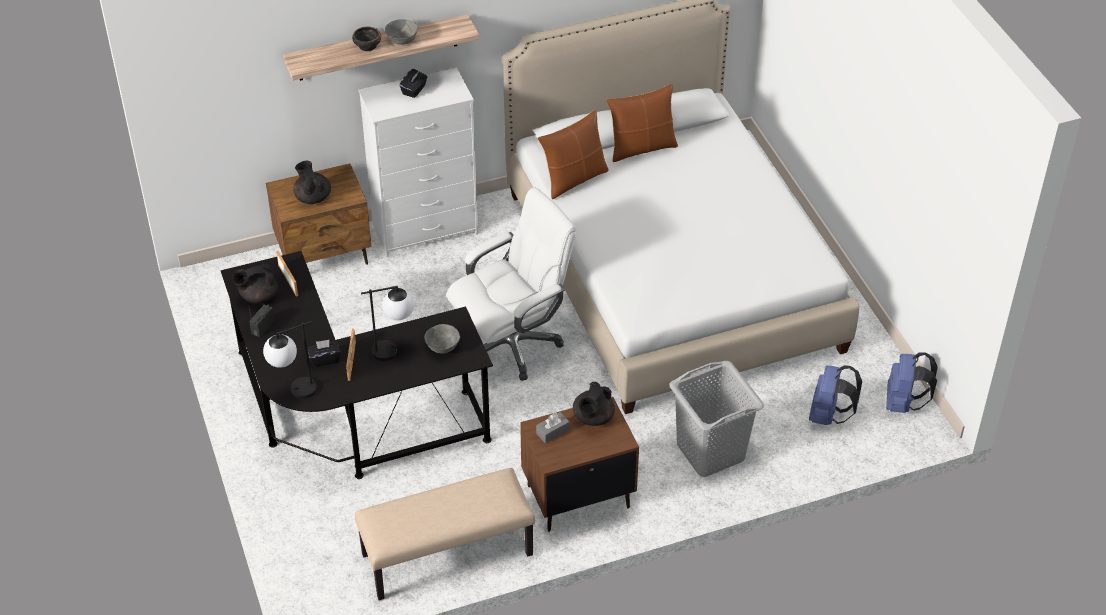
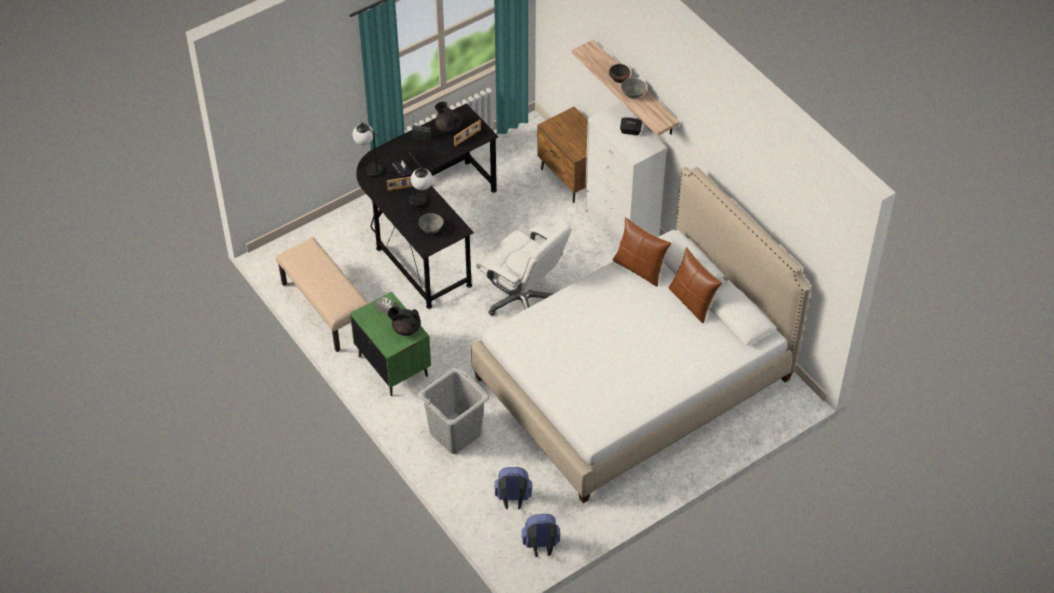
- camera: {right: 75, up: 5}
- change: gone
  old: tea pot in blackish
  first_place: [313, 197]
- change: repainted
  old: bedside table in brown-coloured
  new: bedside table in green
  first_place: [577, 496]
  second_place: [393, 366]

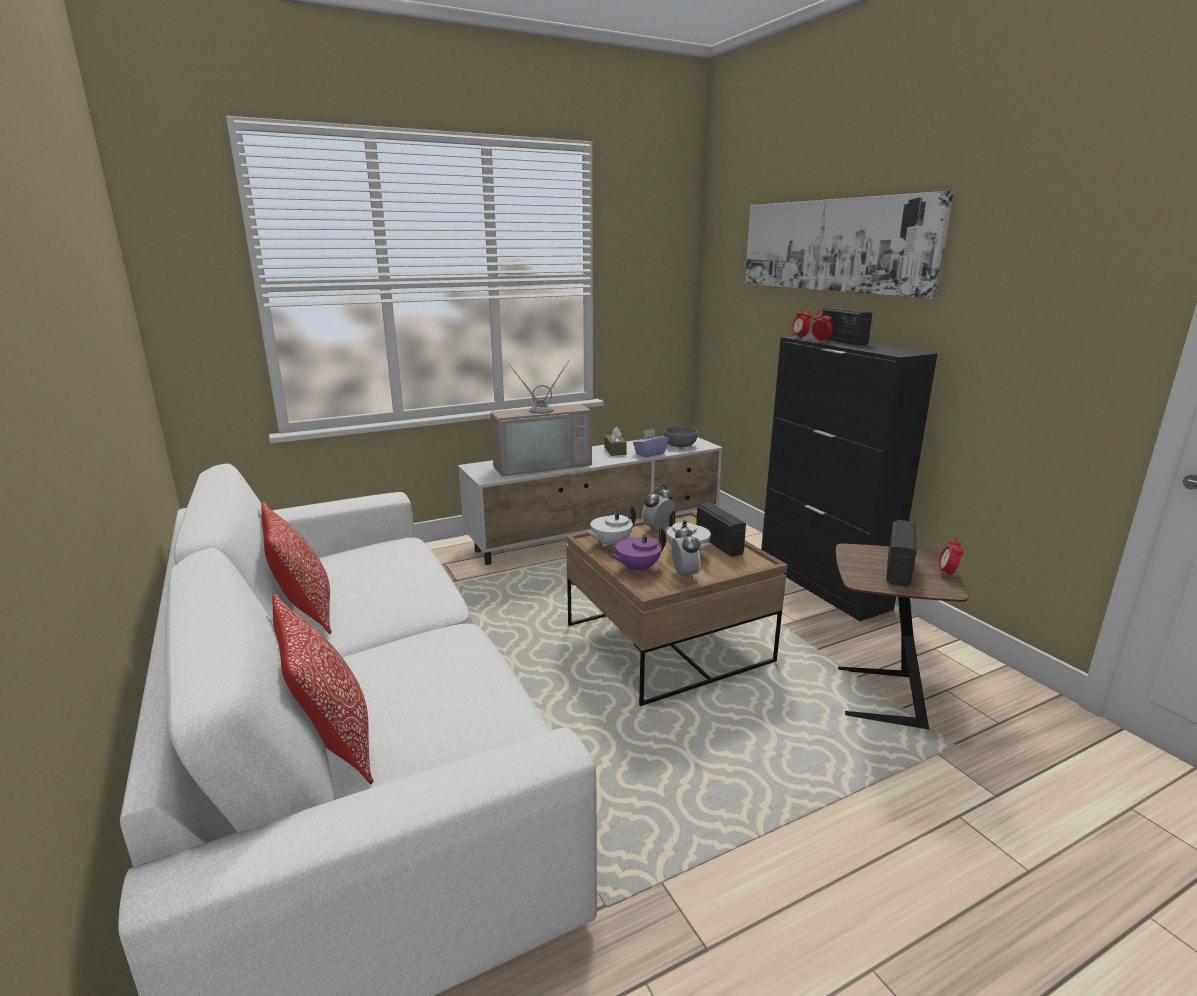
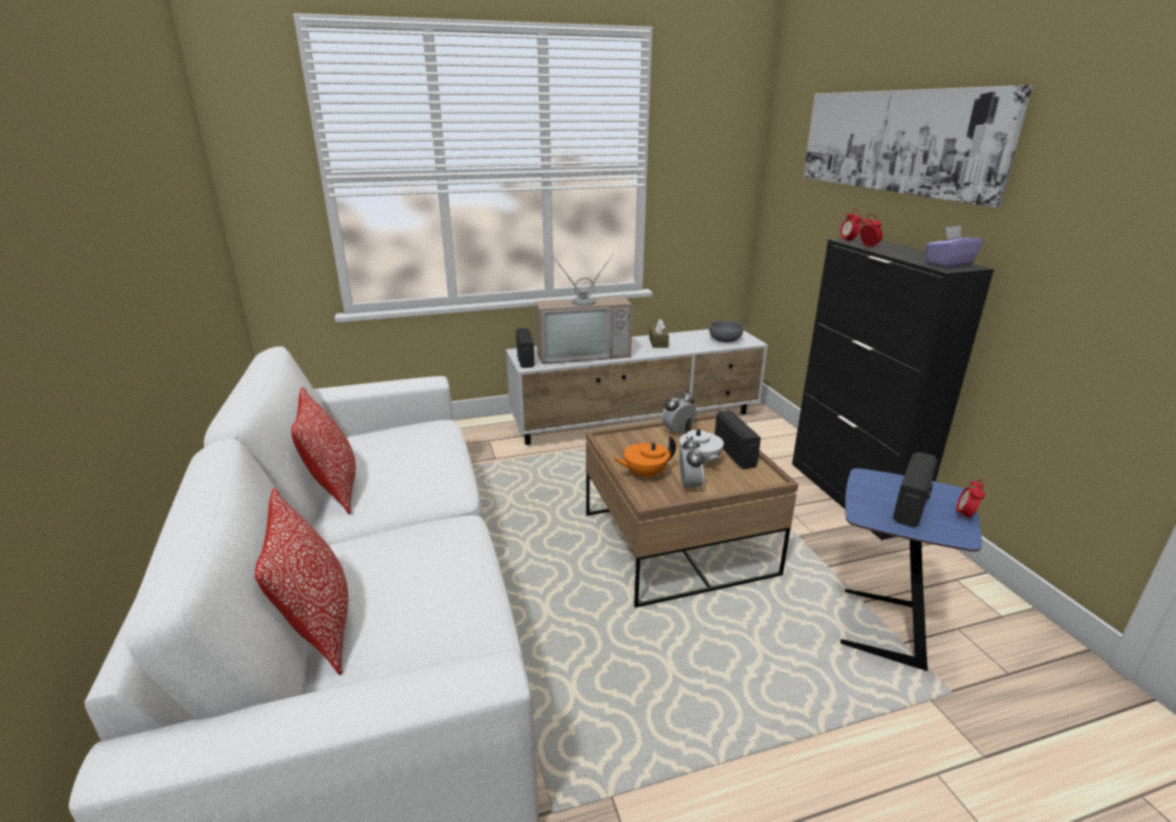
- camera: {right: 10, up: 5}
- change: gone
  old: tea pot in whitish
  first_place: [610, 544]
- change: shifted
  old: tissue holder in purple
  first_place: [650, 453]
  second_place: [948, 264]
- change: shifted
  old: radio set
  first_place: [842, 341]
  second_place: [525, 359]
- change: repainted
  old: tea pot in purple
  new: tea pot in orangey
  first_place: [637, 568]
  second_place: [644, 474]
- change: repainted
  old: end table in brown-coloured
  new: end table in blue-coloured
  first_place: [876, 697]
  second_place: [879, 627]

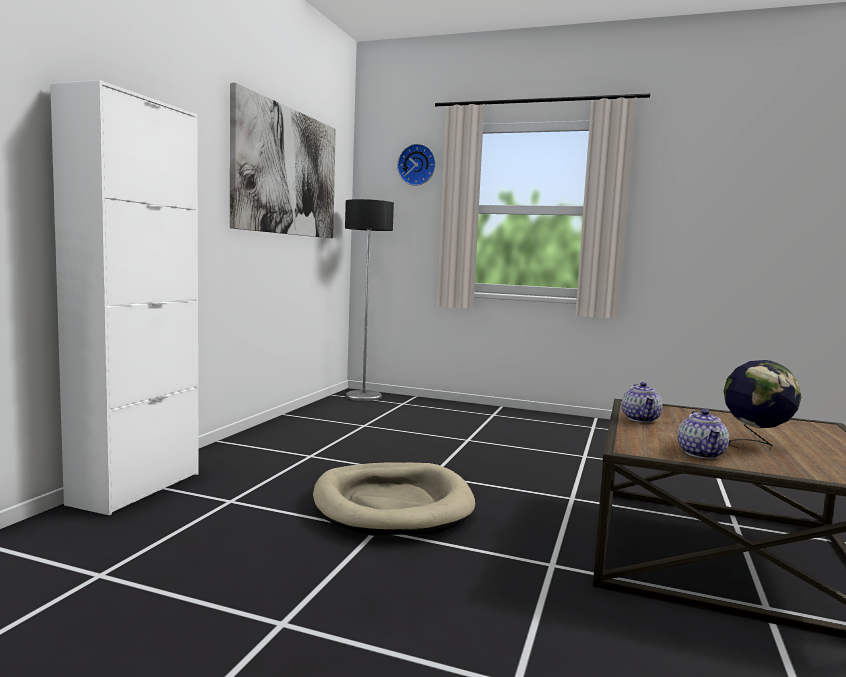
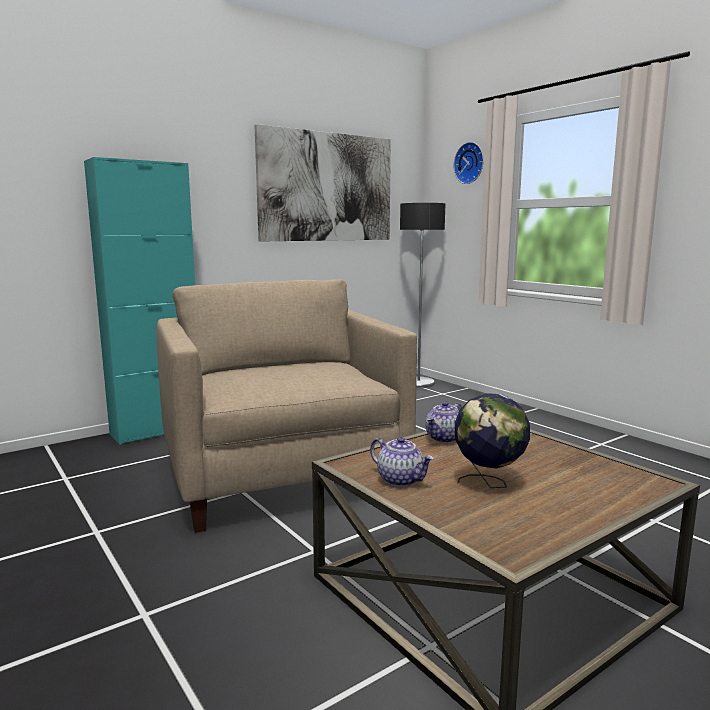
- camera: {right: 35, up: 5}
- change: swapped
  old: pet bed in beige-coloured
  new: easy chair in beige-coloured
  first_place: [392, 505]
  second_place: [283, 476]
- change: repainted
  old: storage cabinet in whitish
  new: storage cabinet in turquoise-coloured
  first_place: [136, 488]
  second_place: [157, 430]
- change: rotated
  old: tea pot
  first_place: [702, 454]
  second_place: [401, 480]
  degrees: -90

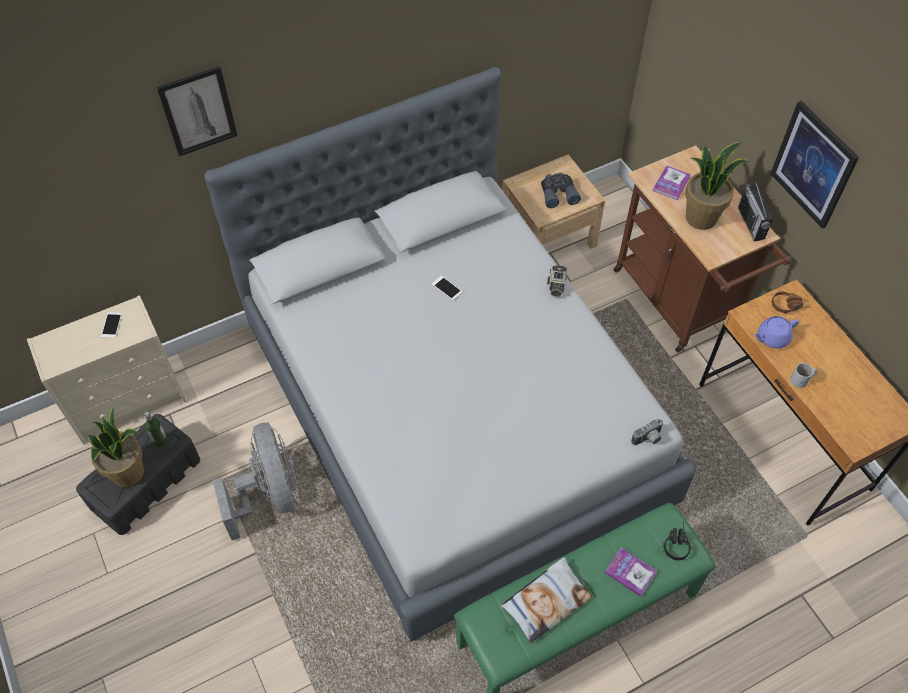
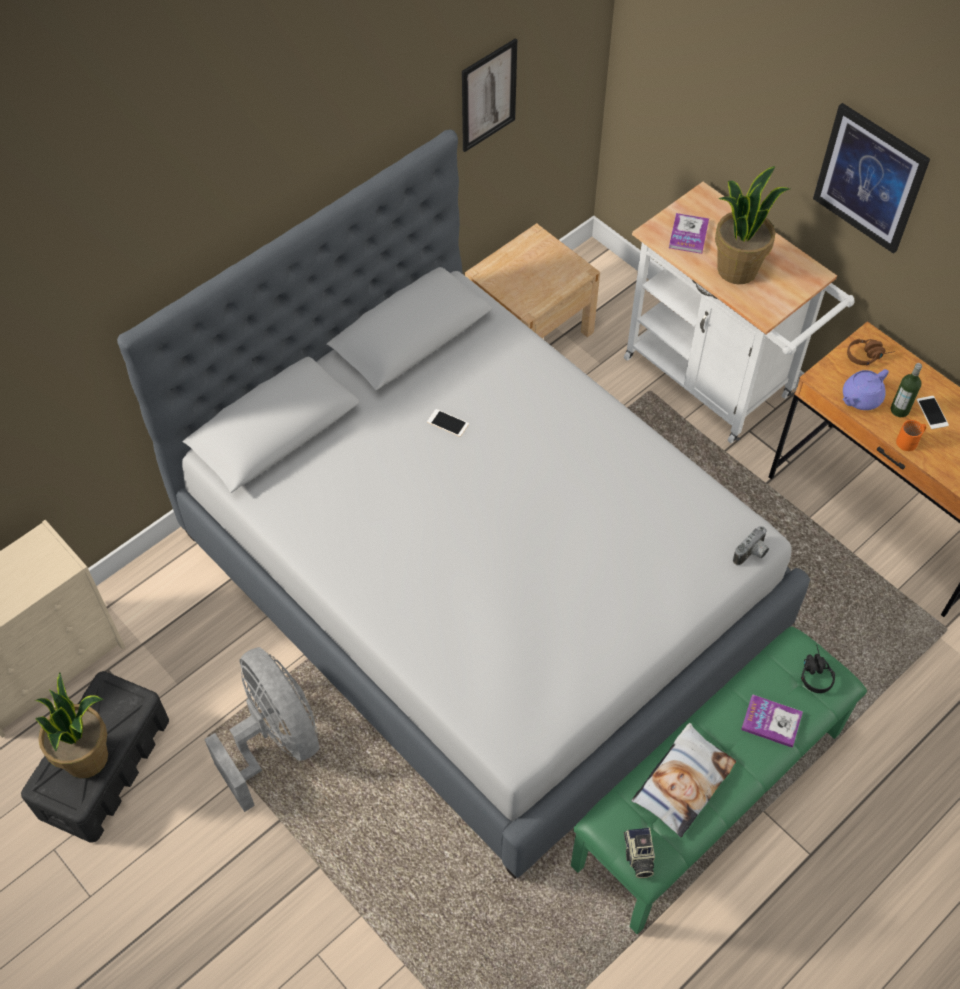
- camera: {right: -15, up: 0}
- change: gone
  old: field glasses in gray
  first_place: [558, 193]
- change: gone
  old: radio set
  first_place: [751, 223]
- change: shifted
  old: phone
  first_place: [111, 325]
  second_place: [932, 412]
- change: shifted
  old: drink bottle
  first_place: [160, 440]
  second_place: [899, 410]
- change: shifted
  old: wall art
  first_place: [198, 111]
  second_place: [488, 95]
- change: shifted
  old: photo camera
  first_place: [556, 286]
  second_place: [638, 856]
- change: repainted
  old: trolley in brown-coloured
  new: trolley in whitish
  first_place: [679, 304]
  second_place: [716, 383]
- change: repainted
  old: tea mug in whitish
  new: tea mug in orangey
  first_place: [802, 380]
  second_place: [910, 441]

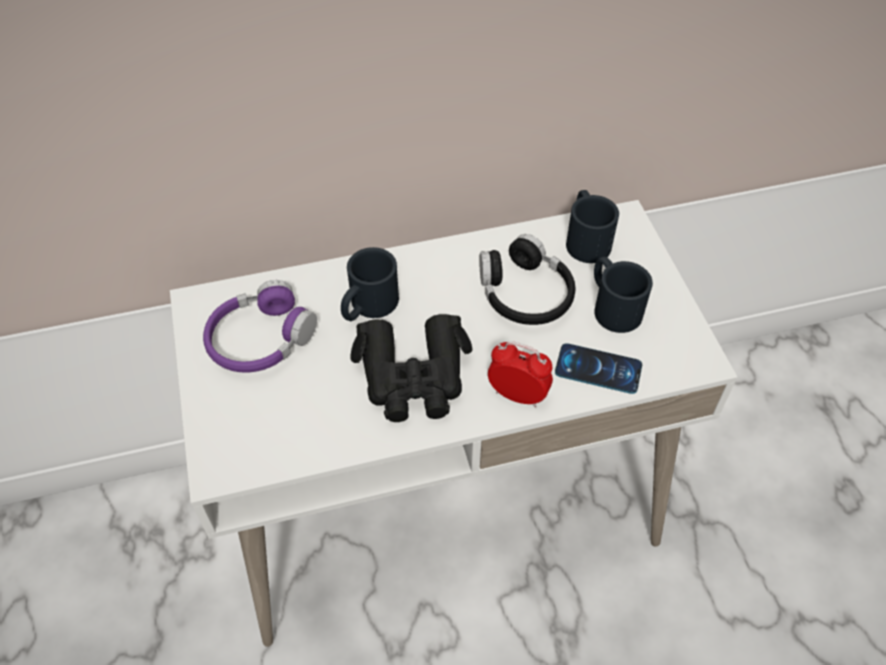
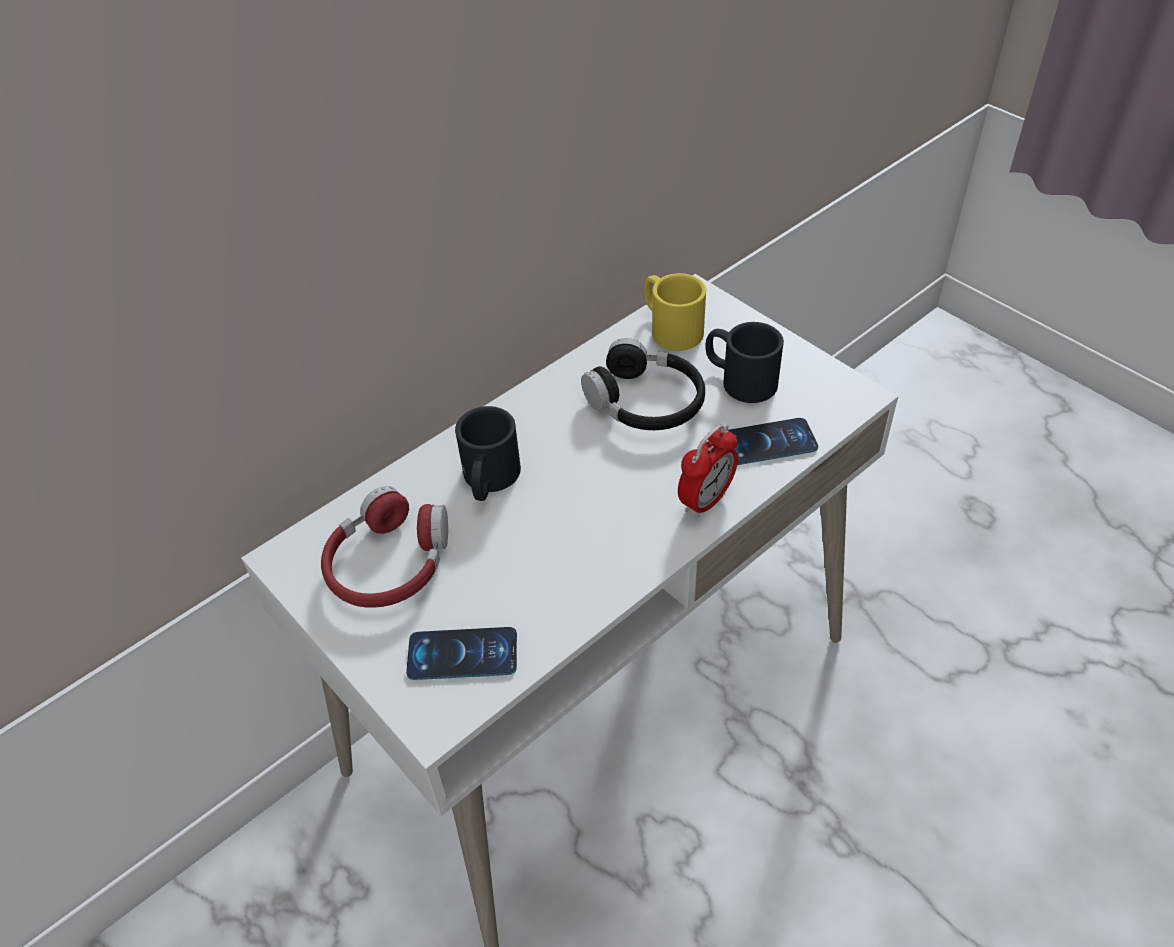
- camera: {right: -25, up: -5}
- change: gone
  old: field glasses in blackish
  first_place: [413, 377]
- change: new
  new: phone
  second_place: [462, 654]
- change: repainted
  old: pair of headphones in purple
  new: pair of headphones in reddish
  first_place: [260, 339]
  second_place: [389, 563]
- change: repainted
  old: tea mug in blackish
  new: tea mug in yellowish
  first_place: [585, 238]
  second_place: [670, 327]
- change: rotated
  old: table clock
  first_place: [517, 395]
  second_place: [706, 500]
  degrees: 135

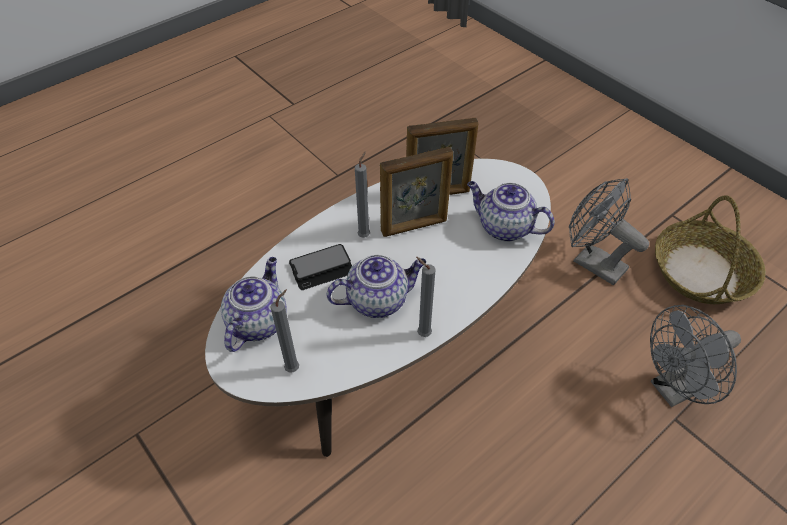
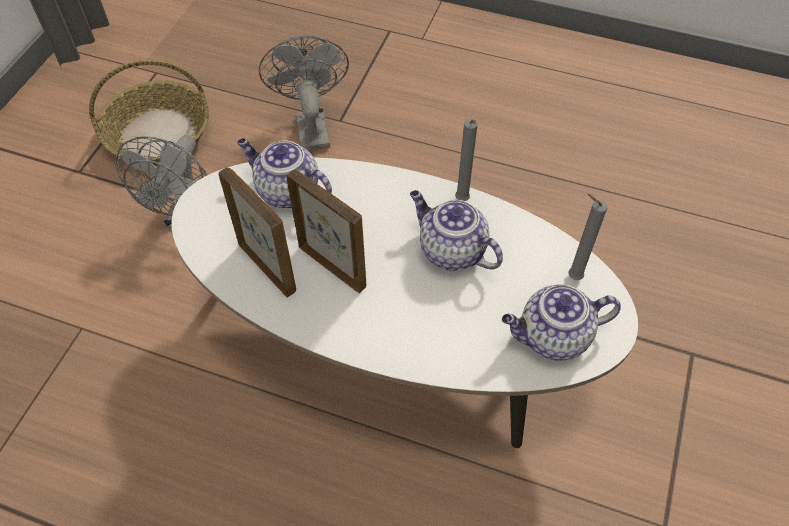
- camera: {right: -120, up: 5}
- change: gone
  old: phone
  first_place: [322, 268]
- change: gone
  old: wax light in gray
  first_place: [365, 235]
- change: rotated
  old: tea pot
  first_place: [503, 227]
  second_place: [286, 191]
  degrees: 120
- change: rotated
  old: fan in gray
  first_place: [674, 389]
  second_place: [310, 126]
  degrees: -135

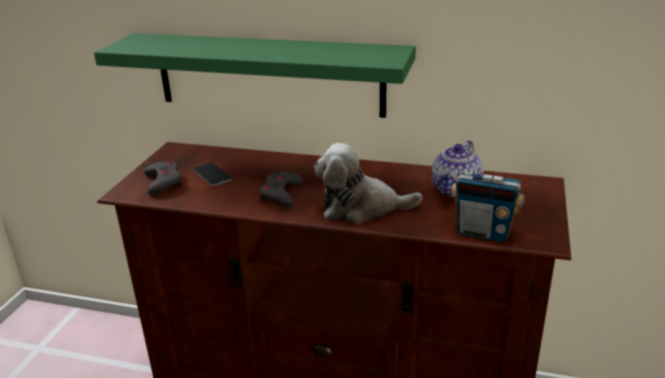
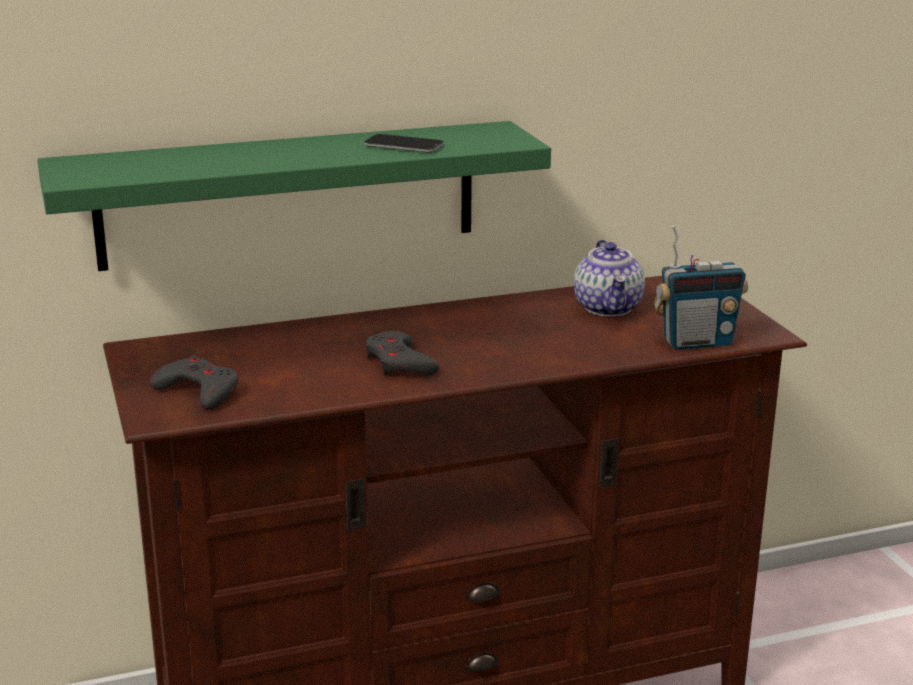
- camera: {right: -35, up: -5}
- change: gone
  old: soft toy
  first_place: [361, 208]
- change: shifted
  old: phone
  first_place: [212, 175]
  second_place: [403, 145]

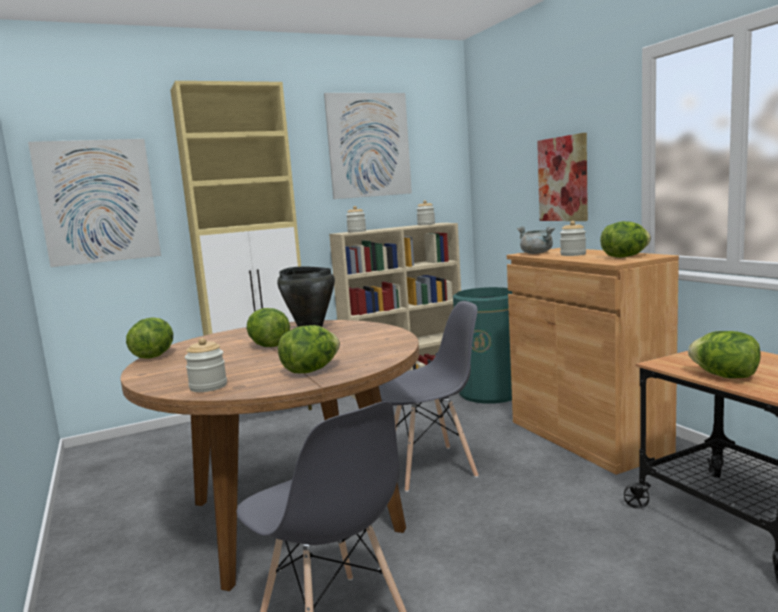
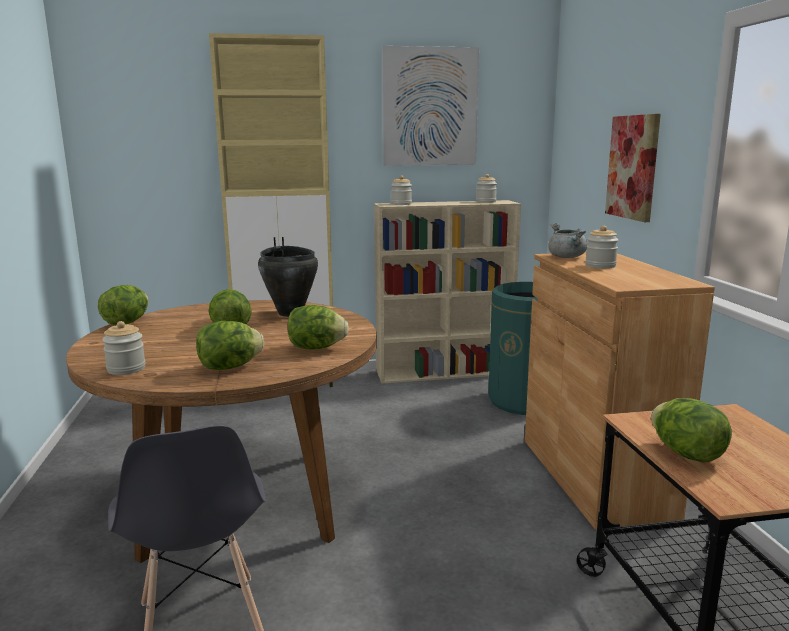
- camera: {right: 15, up: 5}
- change: gone
  old: wall art
  first_place: [98, 201]
- change: gone
  old: chair in gray
  first_place: [430, 468]
- change: shifted
  old: lettuce
  first_place: [625, 257]
  second_place: [316, 348]

